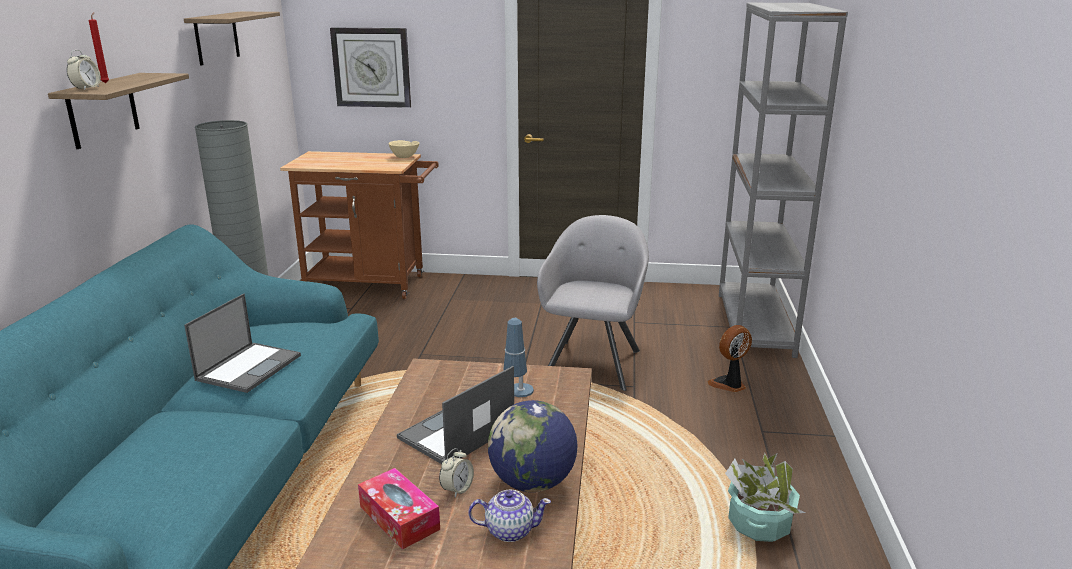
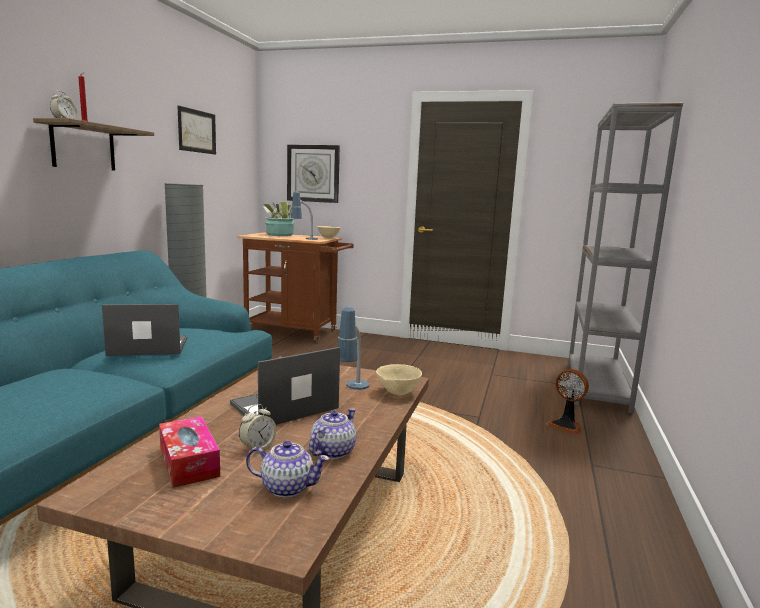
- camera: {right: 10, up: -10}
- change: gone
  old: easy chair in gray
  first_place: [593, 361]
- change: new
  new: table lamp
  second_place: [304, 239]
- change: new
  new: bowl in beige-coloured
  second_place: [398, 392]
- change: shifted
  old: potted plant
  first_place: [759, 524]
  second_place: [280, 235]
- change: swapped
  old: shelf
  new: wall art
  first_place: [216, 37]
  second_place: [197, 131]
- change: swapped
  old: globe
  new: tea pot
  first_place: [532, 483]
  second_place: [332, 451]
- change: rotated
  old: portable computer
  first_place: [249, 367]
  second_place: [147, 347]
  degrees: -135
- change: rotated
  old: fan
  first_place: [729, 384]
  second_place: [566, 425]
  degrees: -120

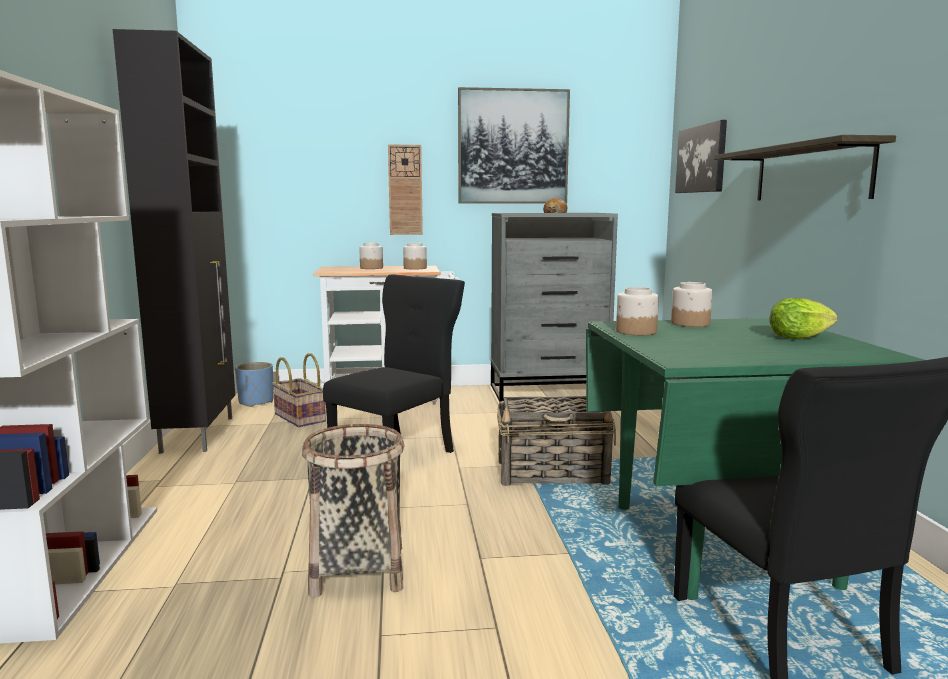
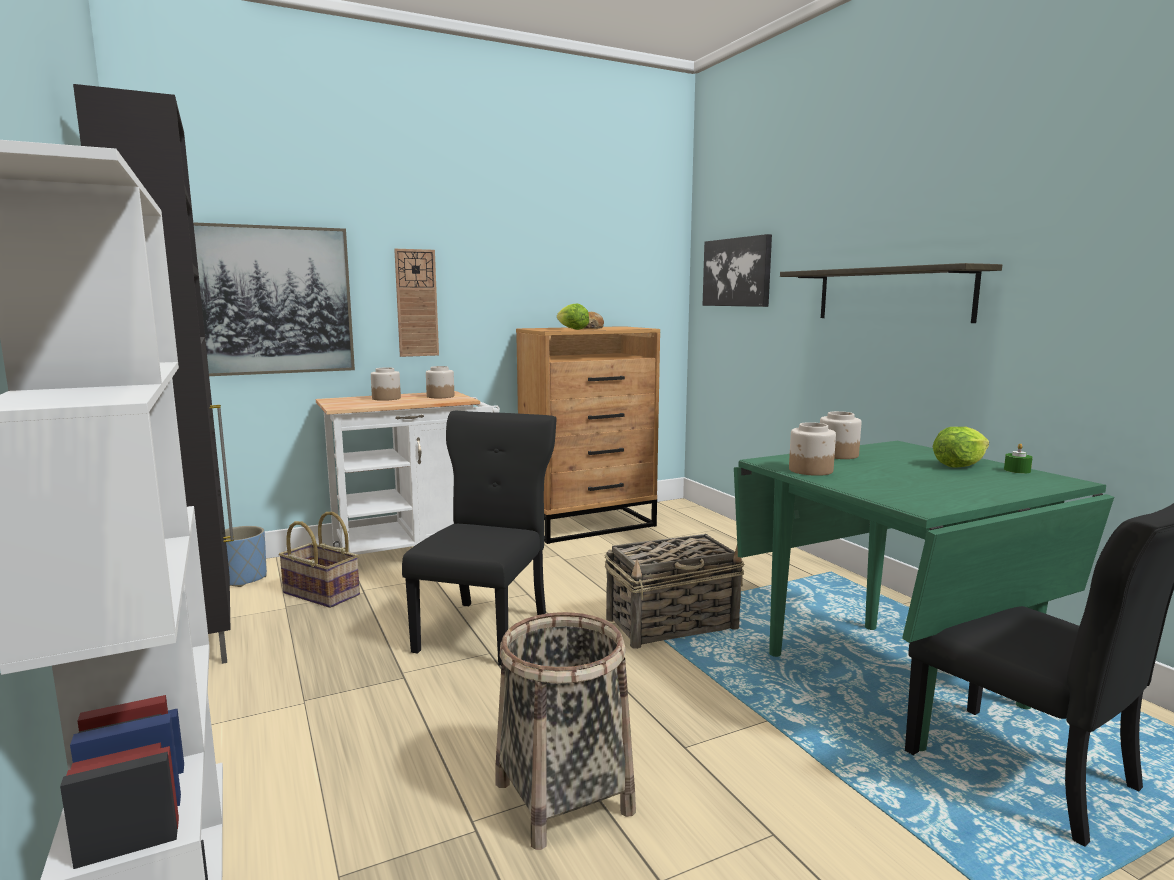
- camera: {right: -20, up: 0}
- change: new
  new: lettuce
  second_place: [572, 329]
- change: new
  new: wax light in green
  second_place: [1017, 470]
- change: shifted
  old: wall art
  first_place: [513, 147]
  second_place: [274, 300]
- change: repainted
  old: chest of drawers in gray
  new: chest of drawers in brown-coloured
  first_place: [549, 392]
  second_place: [589, 524]

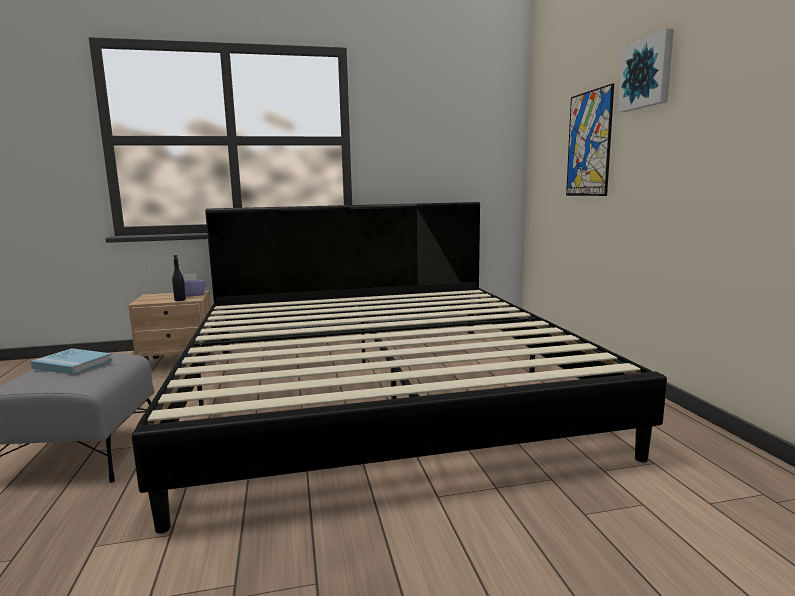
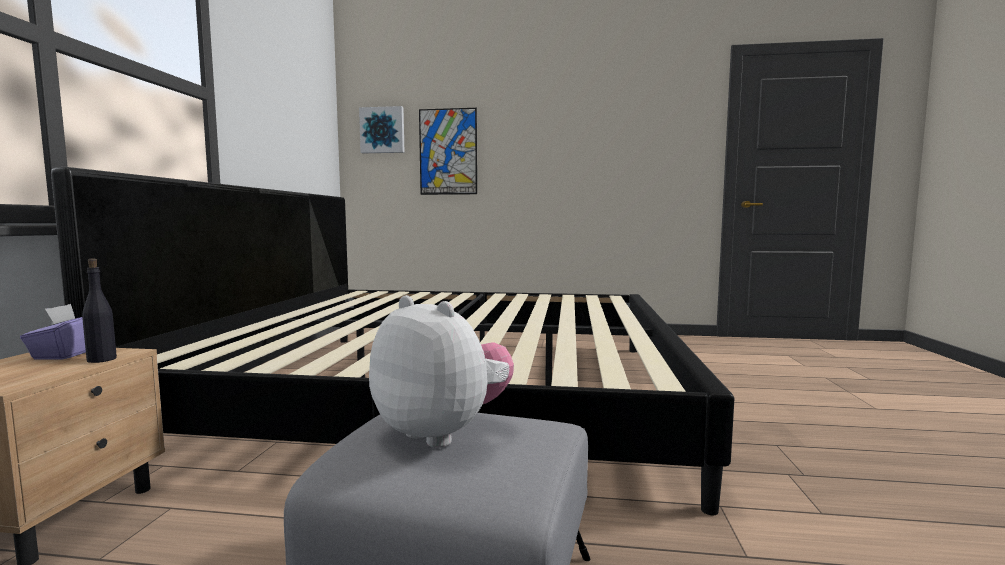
- camera: {right: -70, up: -5}
- change: shifted
  old: wall art
  first_place: [647, 73]
  second_place: [382, 130]
- change: swapped
  old: volume in blue-coloured
  new: soft toy
  first_place: [72, 364]
  second_place: [443, 432]

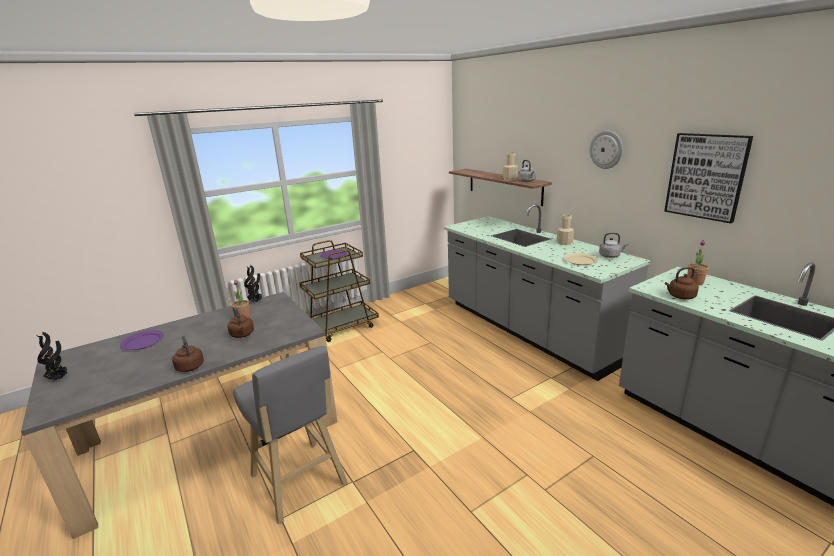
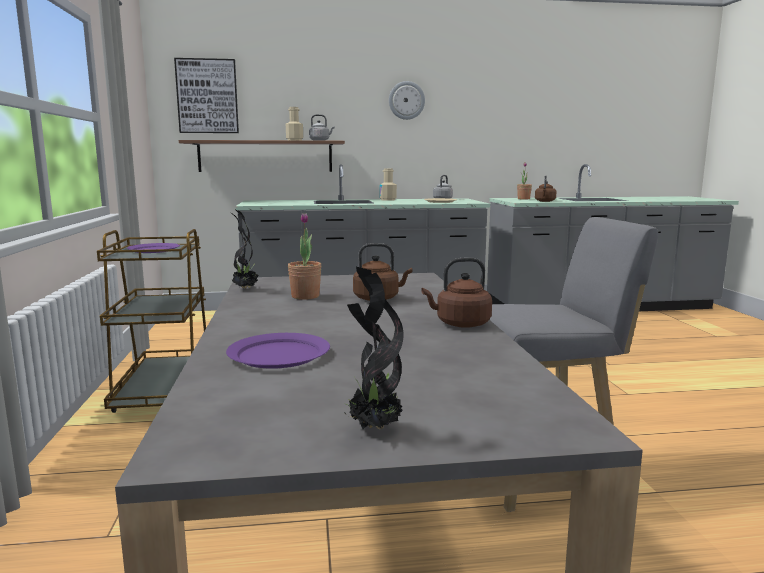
- camera: {right: -65, up: -10}
- change: shifted
  old: wall art
  first_place: [706, 176]
  second_place: [207, 96]

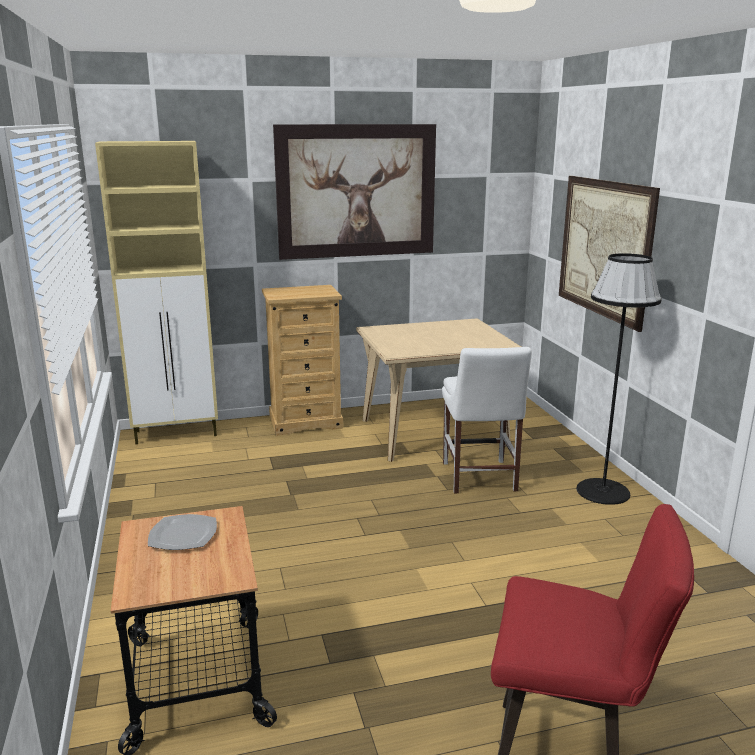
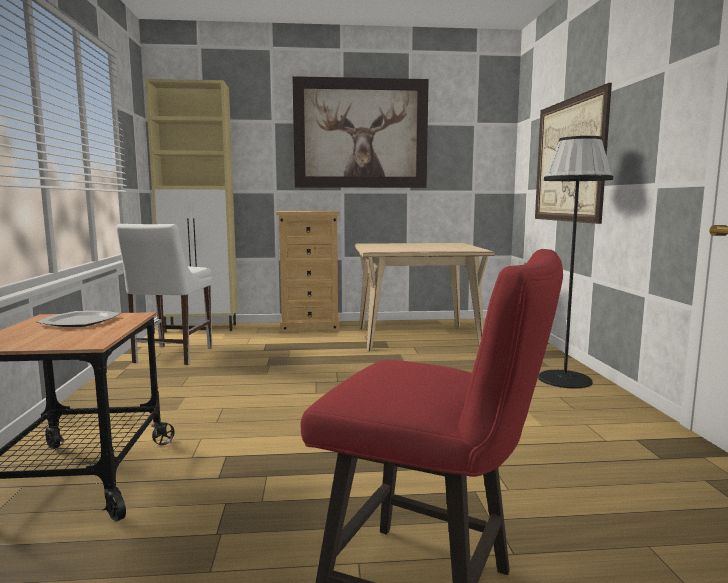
- camera: {right: 10, up: -10}
- change: shifted
  old: chair in whitish
  first_place: [479, 478]
  second_place: [171, 356]

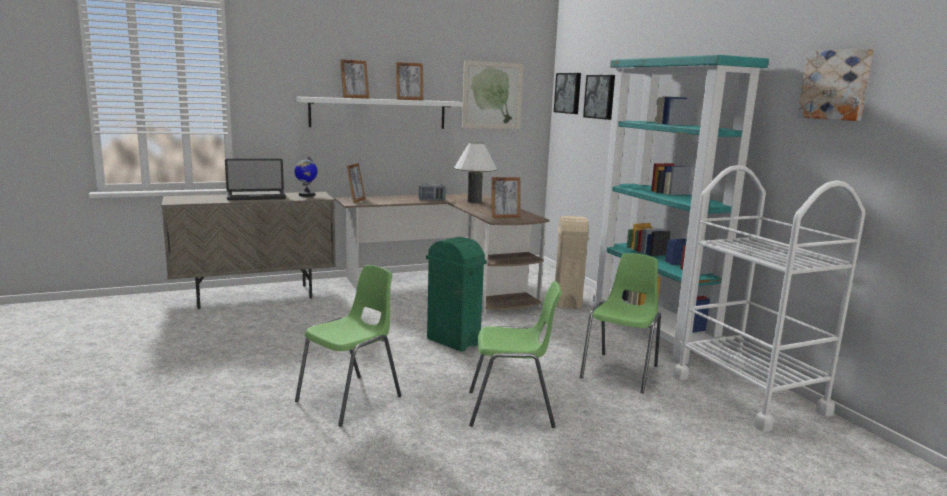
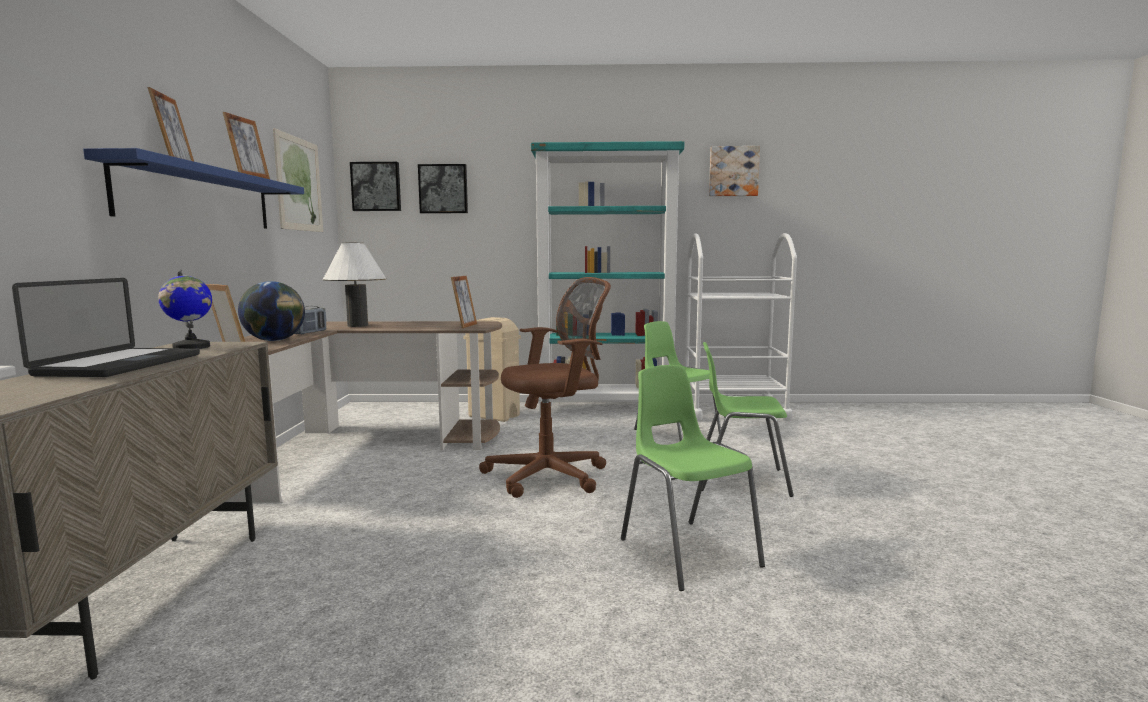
- camera: {right: -65, up: -5}
- change: new
  new: globe
  second_place: [275, 340]
- change: swapped
  old: waste bin in green
  new: office chair in brown-coloured
  first_place: [453, 342]
  second_place: [552, 475]
- change: repainted
  old: shelf in whitish
  new: shelf in blue-coloured
  first_place: [379, 113]
  second_place: [200, 198]
- change: rotated
  old: chair in green
  first_place: [511, 410]
  second_place: [740, 480]
  degrees: -105

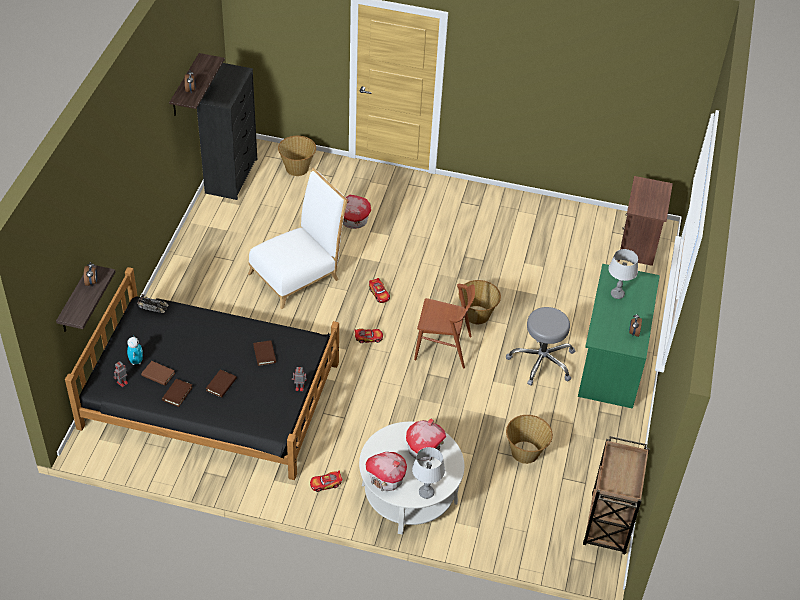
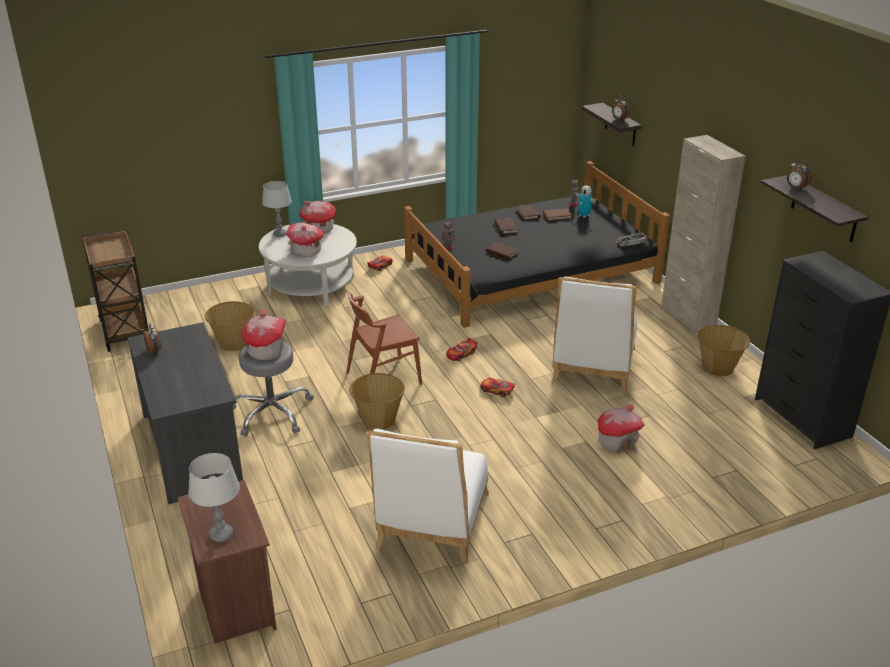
- camera: {right: 145, up: -15}
- change: new
  new: model house
  second_place: [266, 351]
- change: new
  new: chair in whitish
  second_place: [431, 526]
- change: new
  new: storage cabinet in beige-coloured
  second_place: [688, 317]
- change: shifted
  old: storage basket
  first_place: [297, 168]
  second_place: [718, 368]
- change: shifted
  old: table lamp in gray
  first_place: [617, 294]
  second_place: [221, 534]
- change: repainted
  old: desk unit in green
  new: desk unit in gray
  first_place: [611, 360]
  second_place: [193, 448]

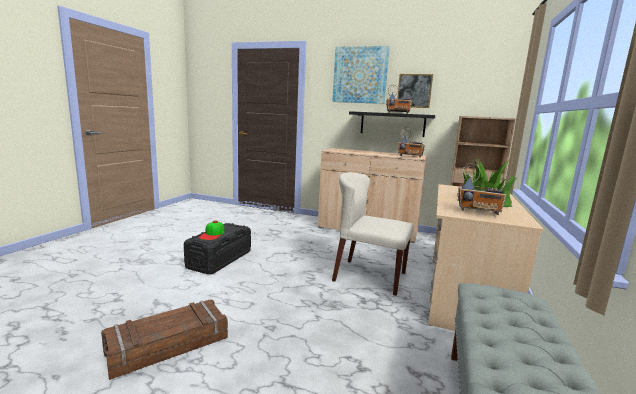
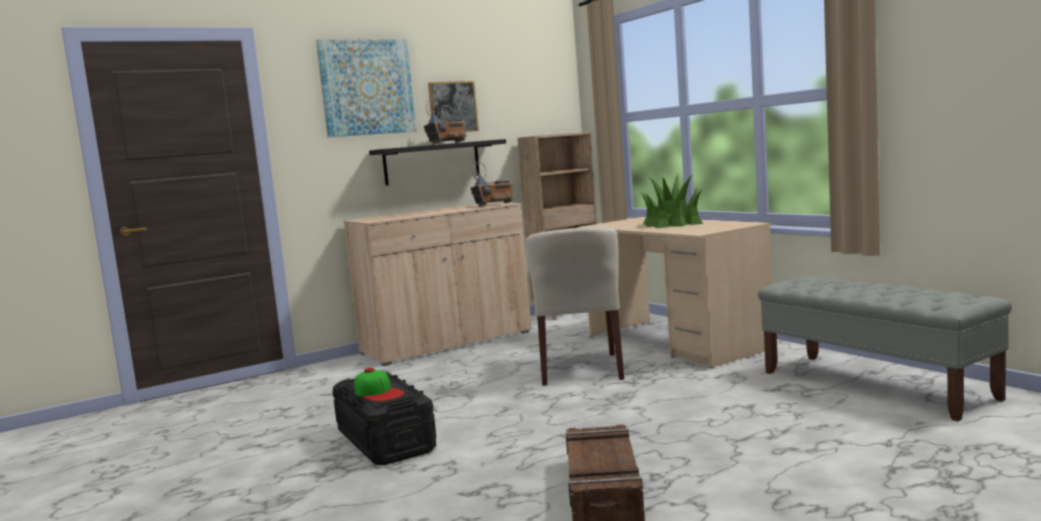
- camera: {right: -50, up: -5}
- change: gone
  old: radio set
  first_place: [478, 212]
- change: rotated
  old: chair in beige-coloured
  first_place: [369, 276]
  second_place: [581, 369]
  degrees: -60

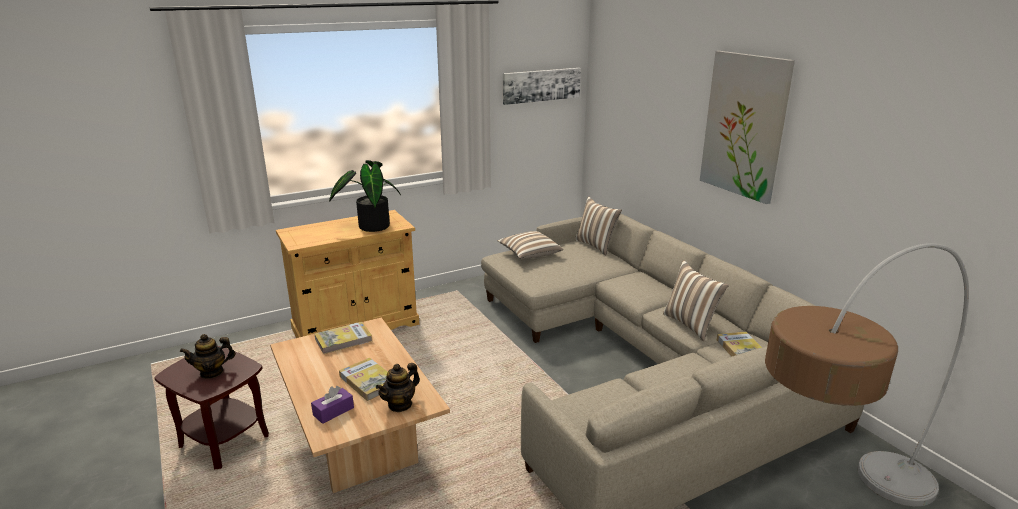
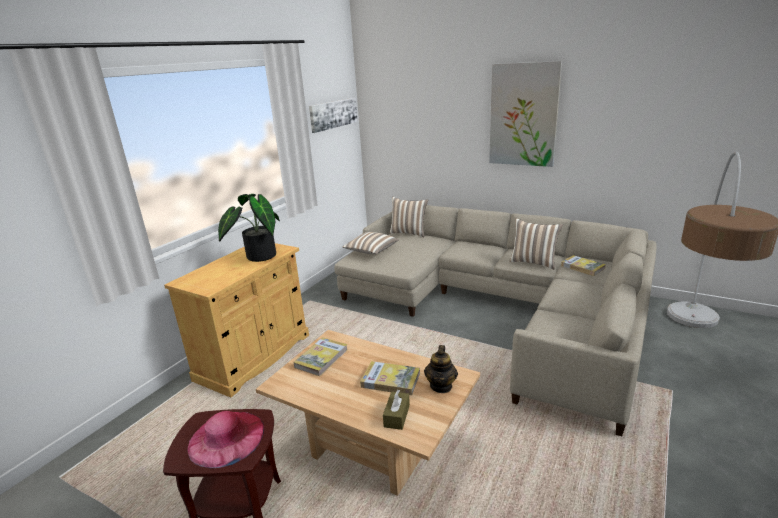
- camera: {right: -30, up: 0}
- change: swapped
  old: tea pot
  new: hat in pink
  first_place: [212, 372]
  second_place: [226, 438]
- change: repainted
  old: tissue holder in purple
  new: tissue holder in brown-coloured
  first_place: [333, 411]
  second_place: [397, 416]

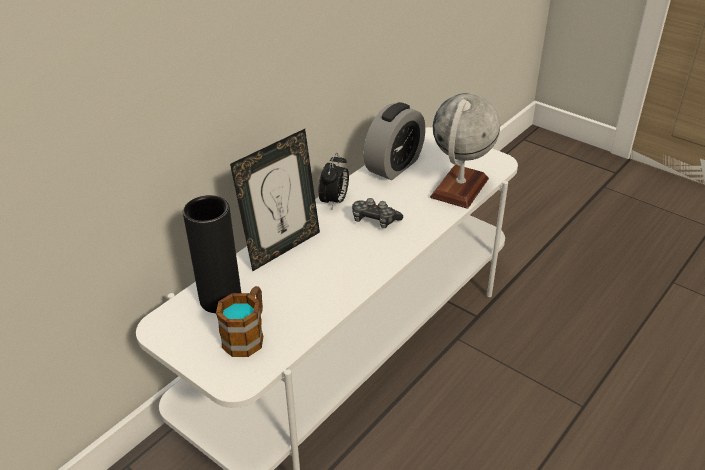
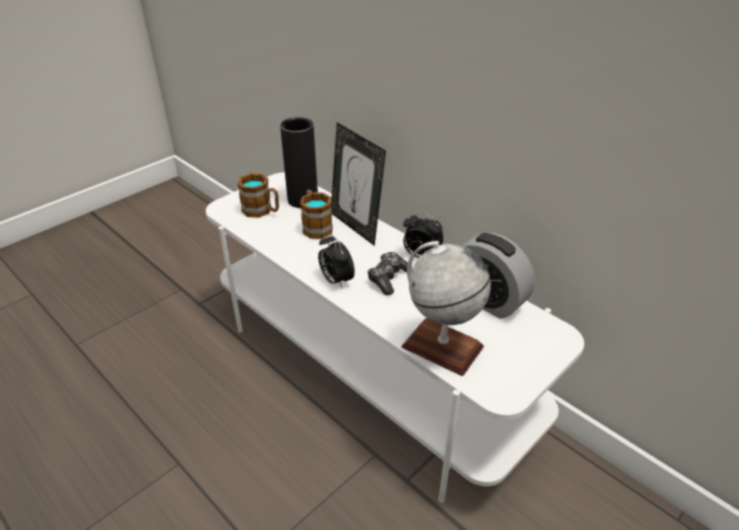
- camera: {right: 95, up: 0}
- change: new
  new: tea mug
  second_place: [315, 226]
- change: new
  new: table clock
  second_place: [336, 280]

